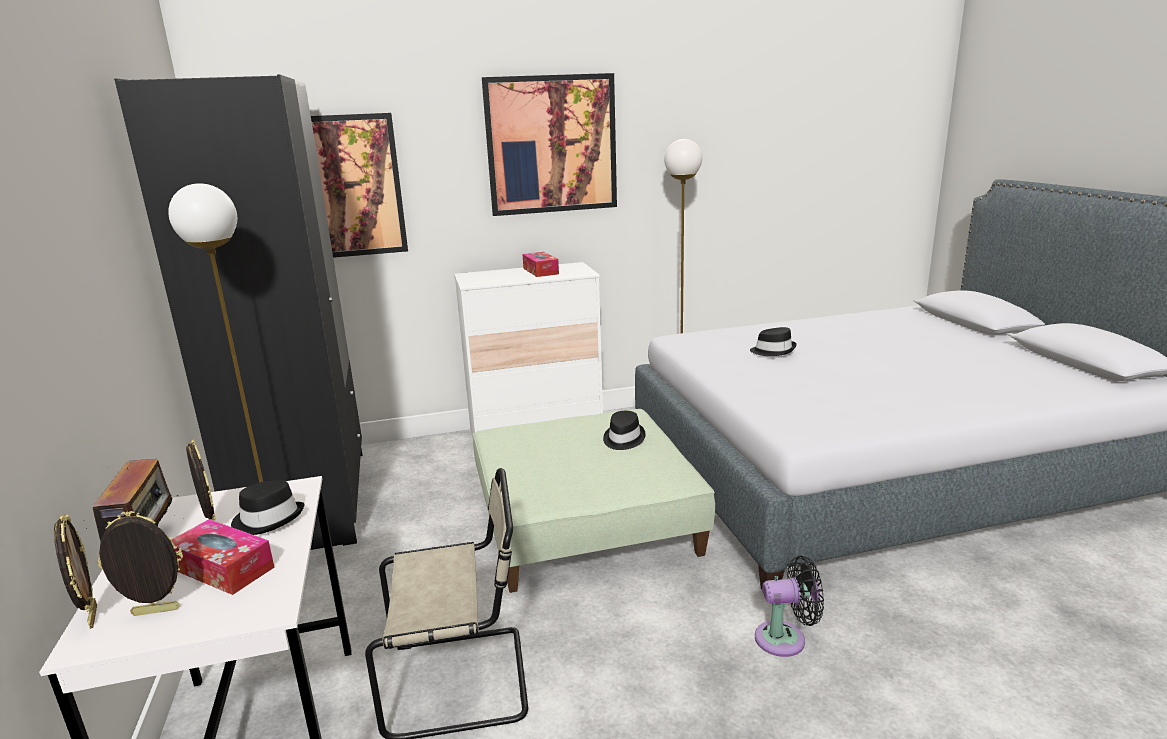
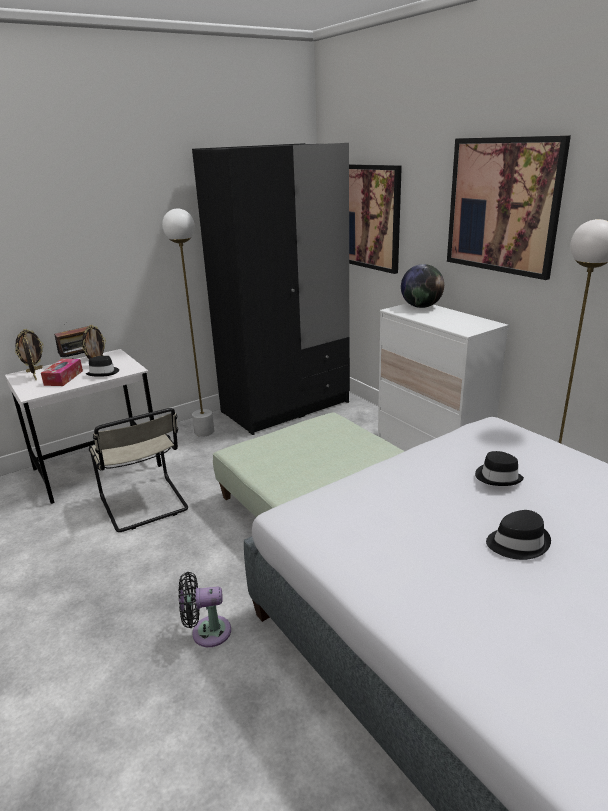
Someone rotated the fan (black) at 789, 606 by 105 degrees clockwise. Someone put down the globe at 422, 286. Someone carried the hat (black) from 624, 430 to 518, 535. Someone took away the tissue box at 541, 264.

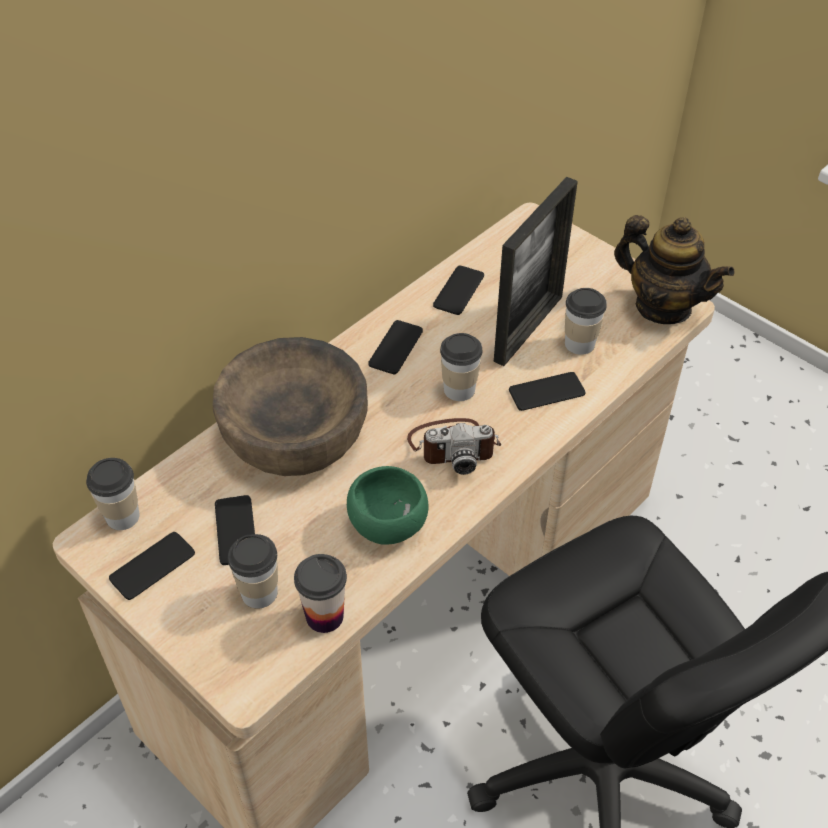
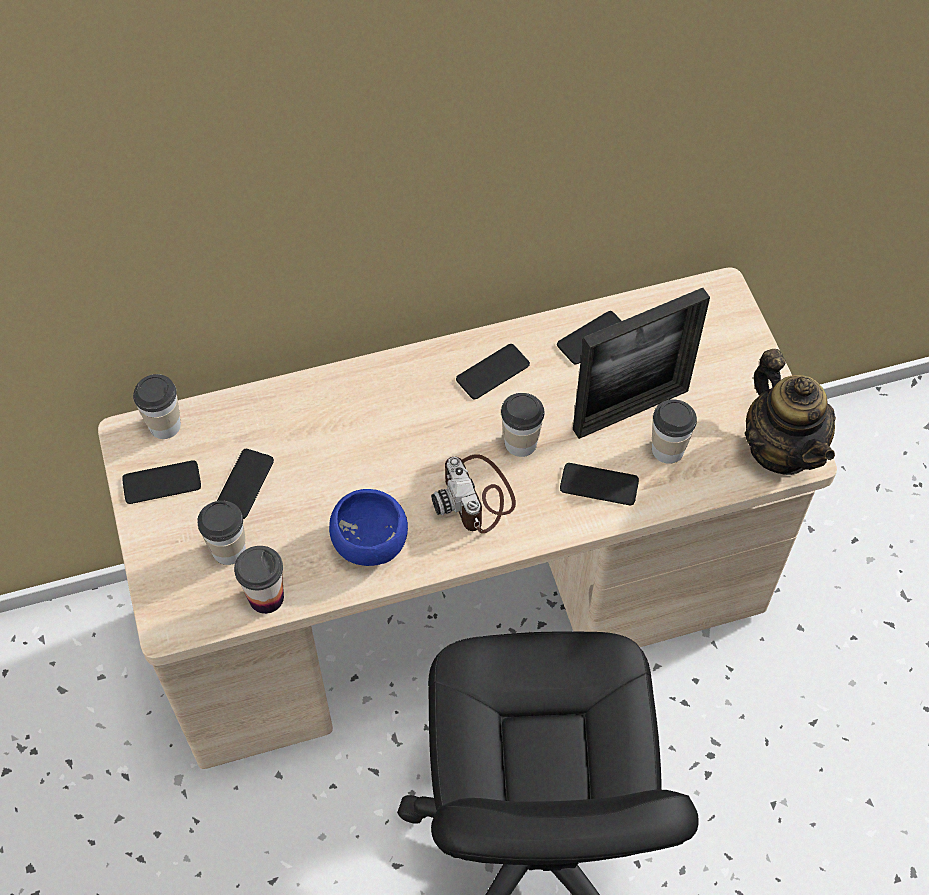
Someone repainted the bowl (green) at 387, 505, which became the bowl (blue) at 368, 527. Someone rotated the photo camera at 454, 446 by 45 degrees clockwise. Someone took away the bowl (brown) at 290, 406.

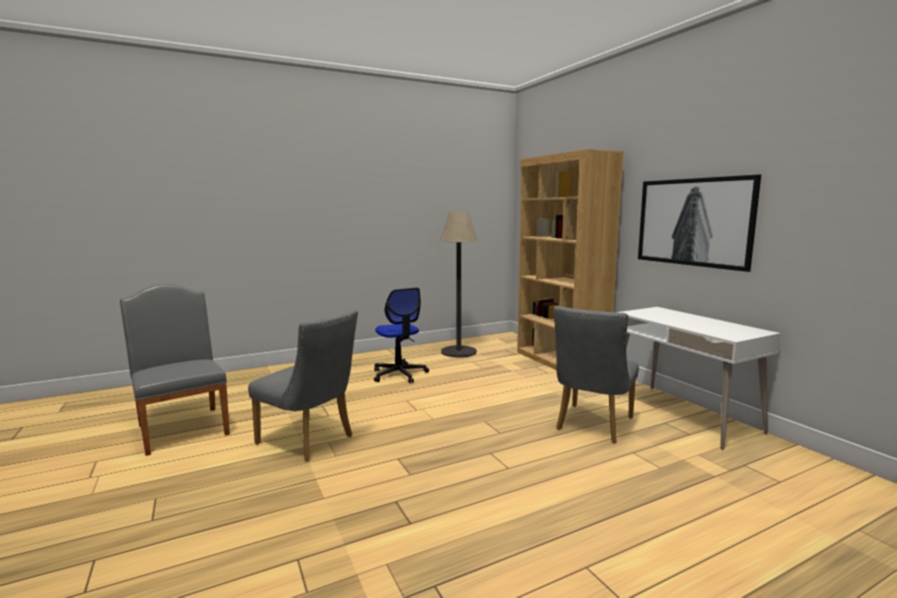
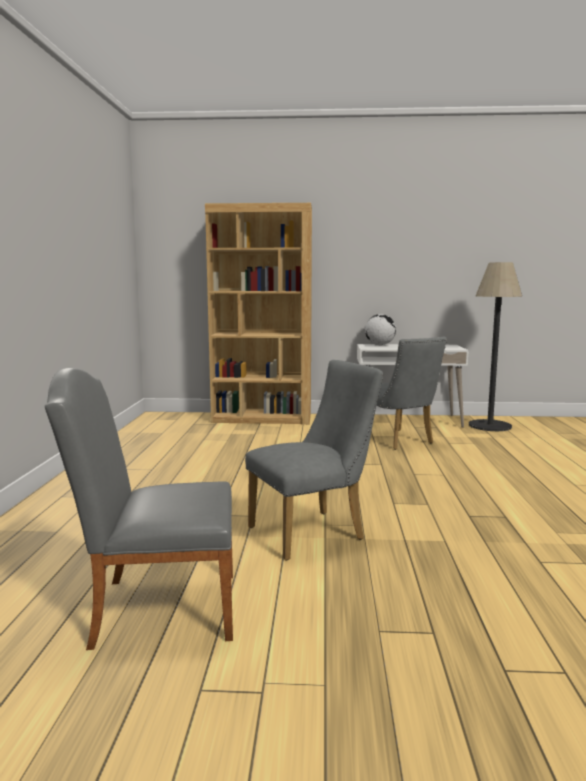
Someone put down the globe at 380, 329. Someone carried the floor lamp from 459, 285 to 495, 346. Someone took away the office chair at 401, 335. Someone took away the picture at 699, 223.

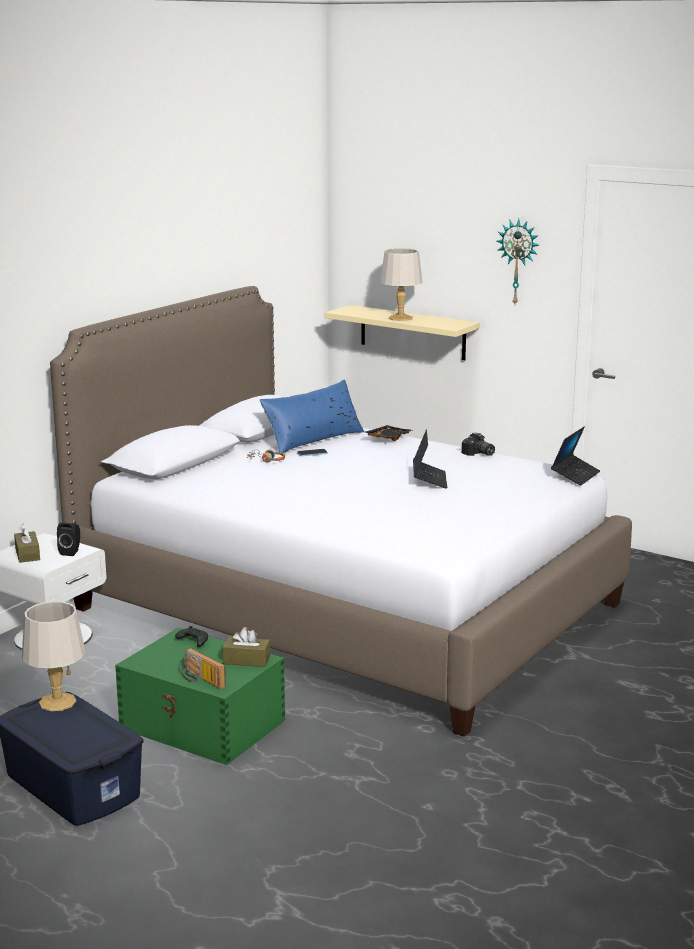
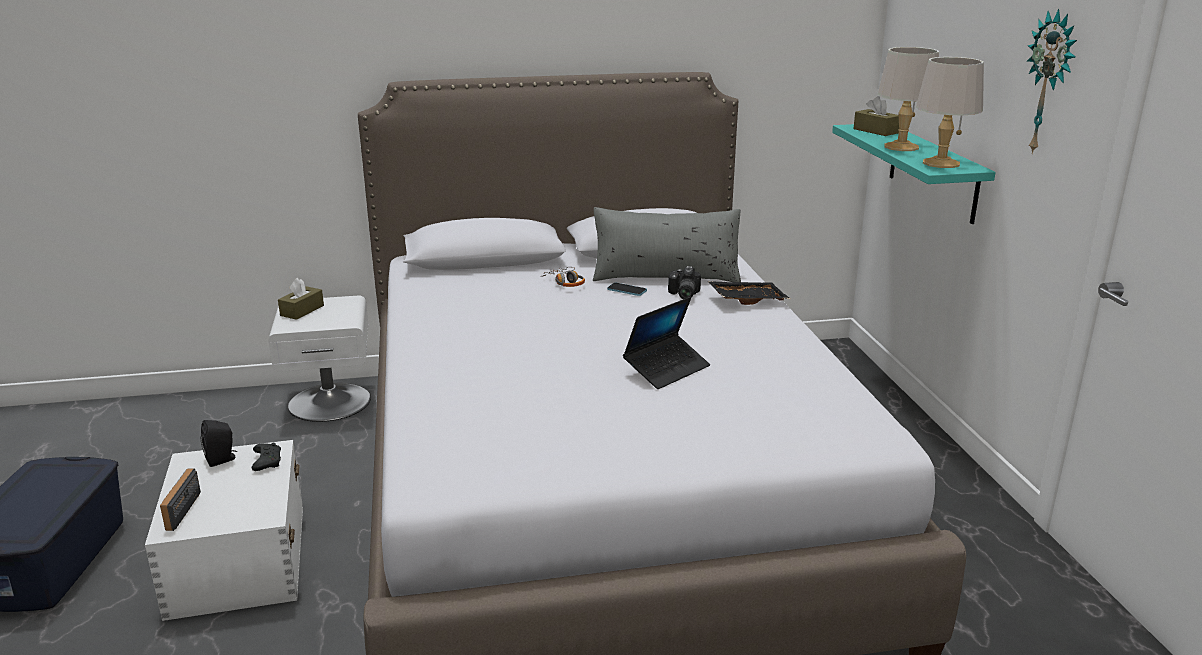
Someone repainted the storage box (green) at 200, 696, which became the storage box (white) at 224, 530. Someone carried the speaker (black) from 68, 539 to 219, 443. Someone repainted the pillow (blue) at 312, 416, which became the pillow (grey) at 667, 244. Someone carried the photo camera from 478, 444 to 684, 282. Someone repainted the shelf (beige) at 402, 332, which became the shelf (turquoise) at 914, 174. Someone carried the tissue box (brown) from 246, 647 to 876, 116. Someone carried the table lamp (grey) from 54, 656 to 950, 112. Someone took away the laptop at 575, 456.

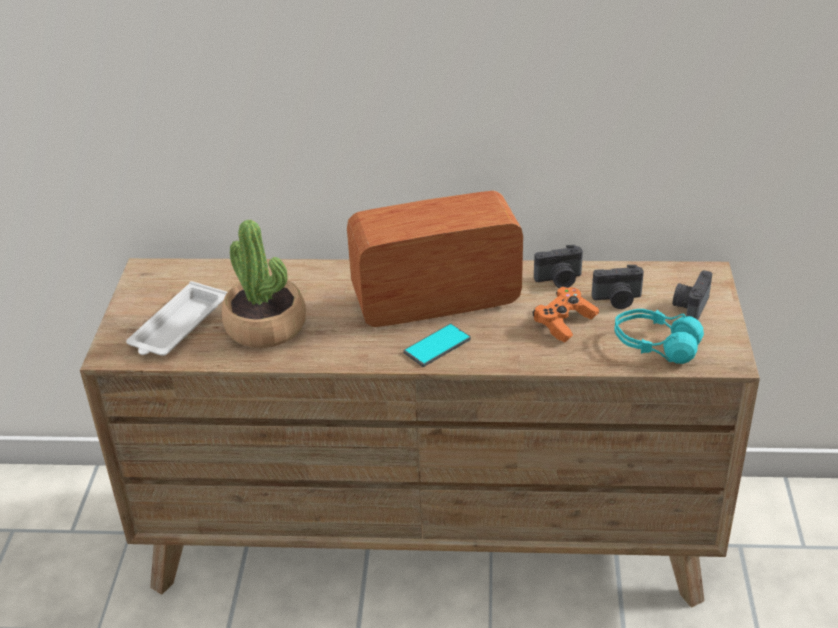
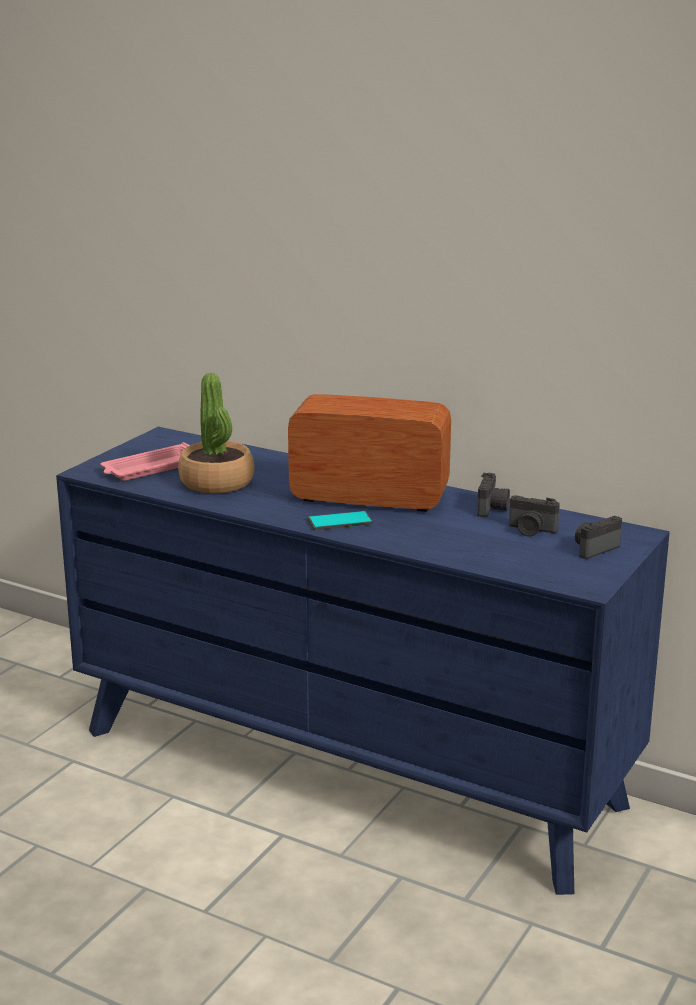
Someone repainted the dresser (brown) at 420, 433, which became the dresser (blue) at 363, 661. Someone repainted the tray (white) at 176, 318, which became the tray (pink) at 145, 461. Someone rotated the photo camera at 558, 266 by 90 degrees counterclockwise. Someone took away the game controller (orange) at 566, 314. Someone took away the headphones (turquoise) at 659, 336.

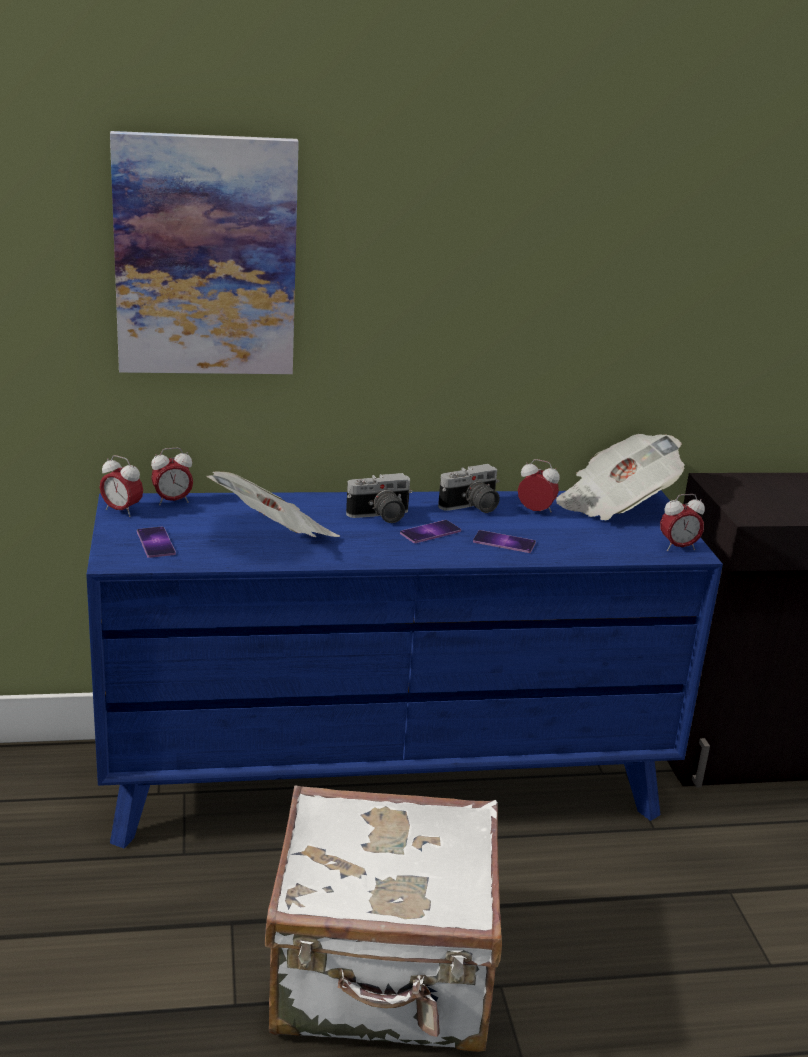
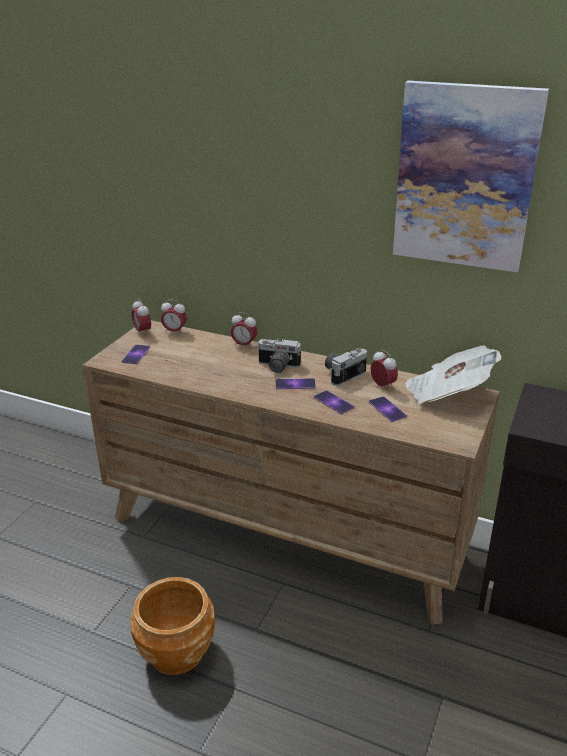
Someone repainted the dresser (blue) at 404, 669, which became the dresser (brown) at 291, 472. Someone swapped the suitcase (white) at 383, 918 for the planter (brown) at 172, 626. Someone carried the alarm clock from 682, 522 to 244, 330. Someone rotated the photo camera at 469, 488 by 135 degrees clockwise. Someone put down the phone at 388, 409. Someone carried the picture from 204, 252 to 471, 176. Someone took away the newspaper at 273, 504.

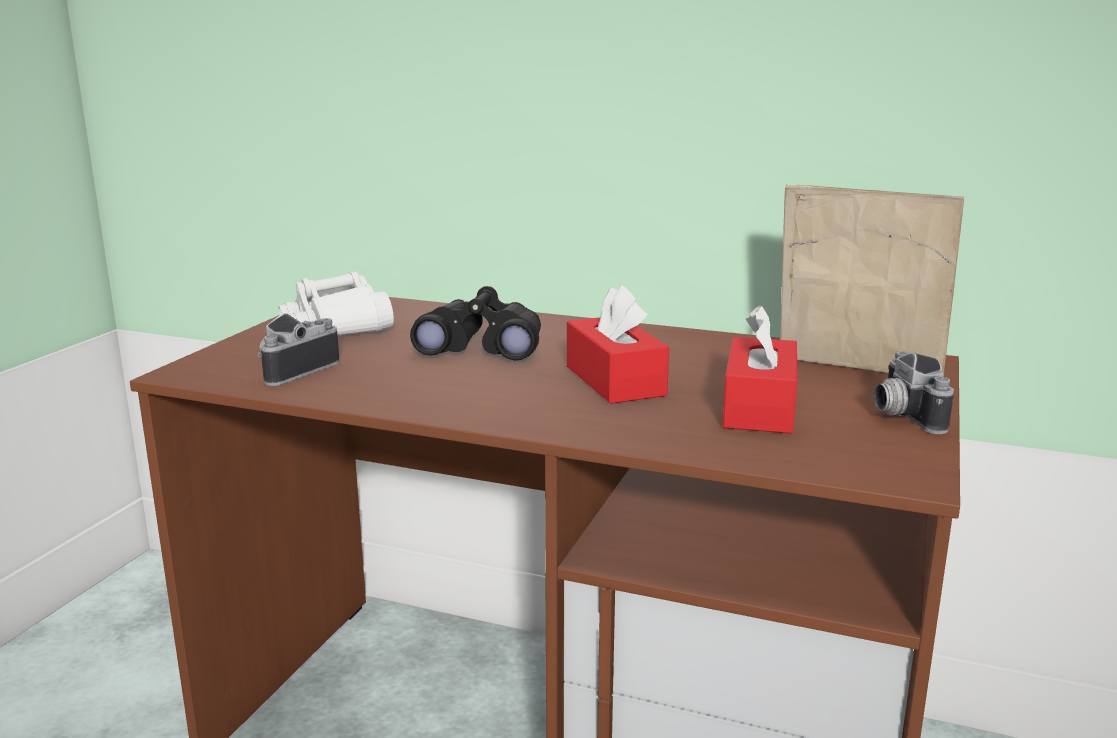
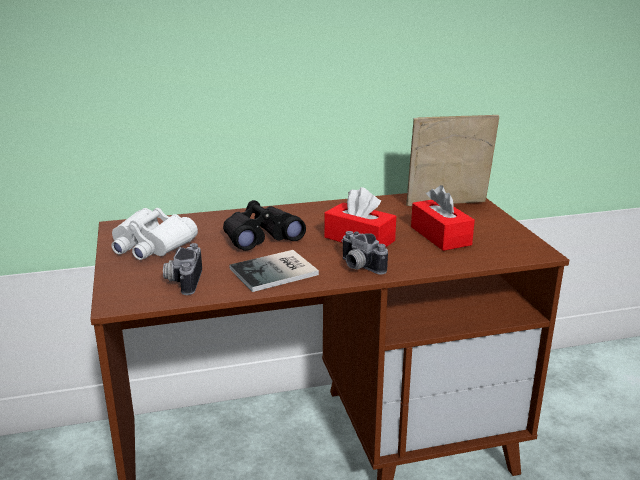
Someone put down the book at 274, 271. Someone carried the photo camera from 914, 392 to 364, 252.

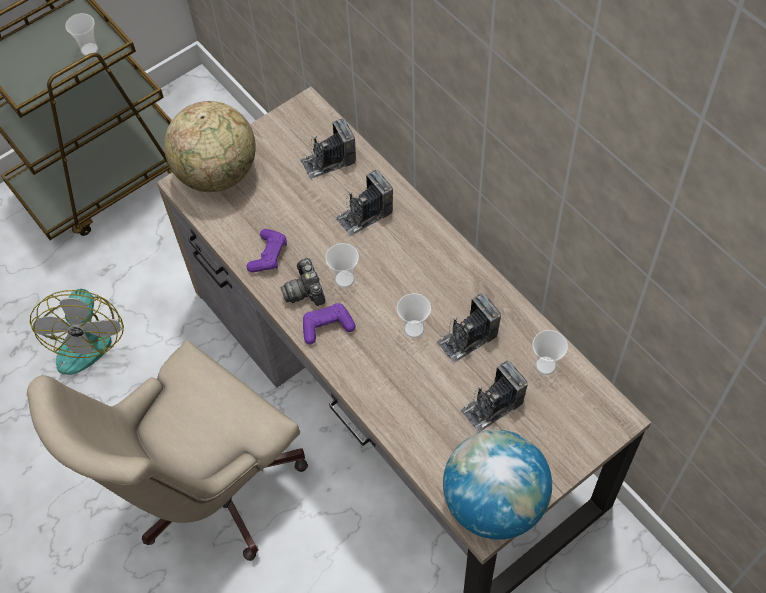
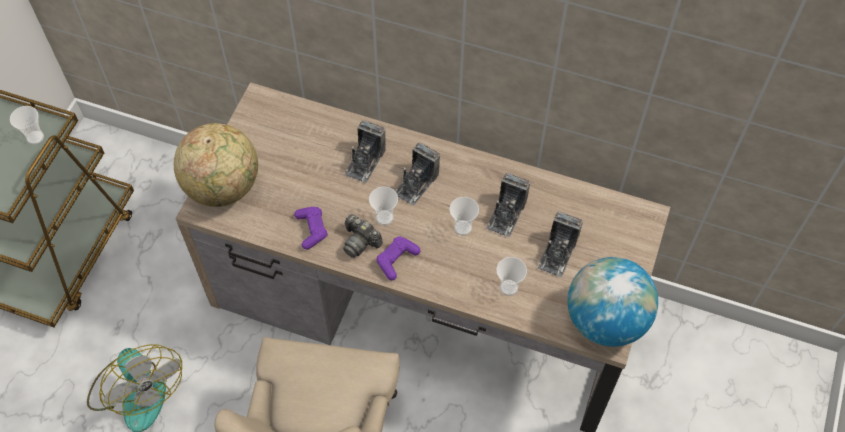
Someone carried the photo camera from 328, 149 to 417, 174. Someone carried the cup from 550, 352 to 512, 276.

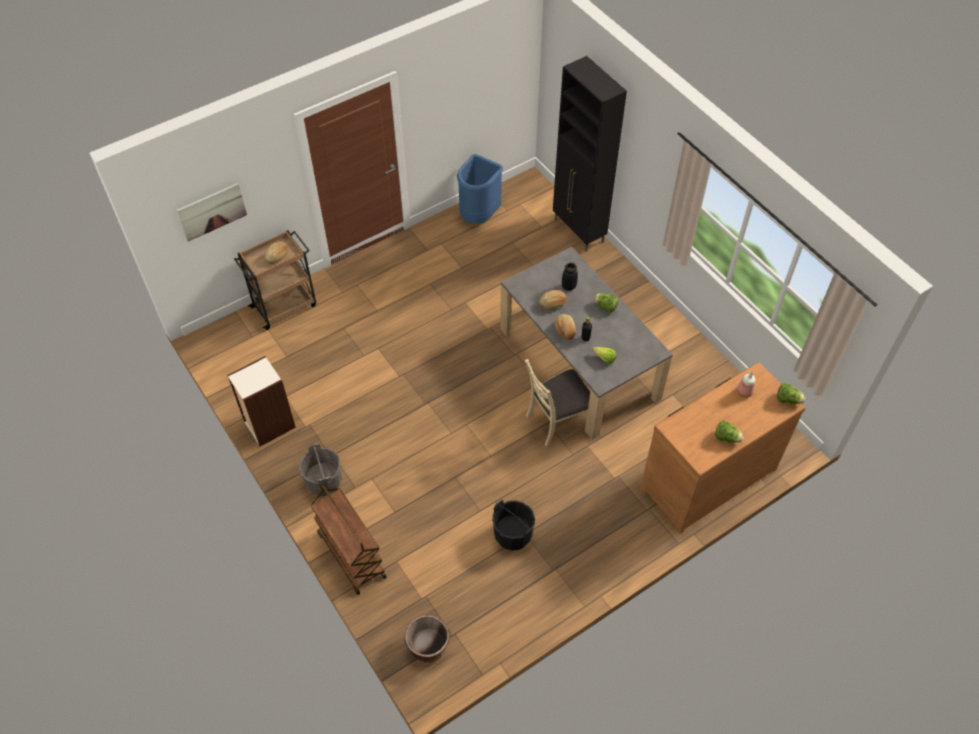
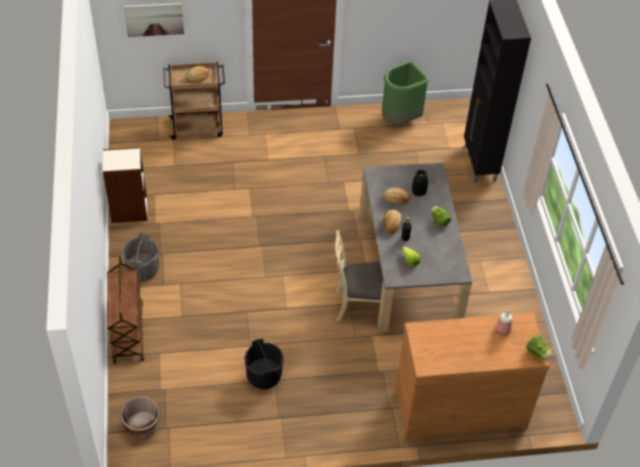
Someone repainted the trash can (blue) at 480, 189, which became the trash can (green) at 405, 92. Someone took away the lettuce at 729, 431.

